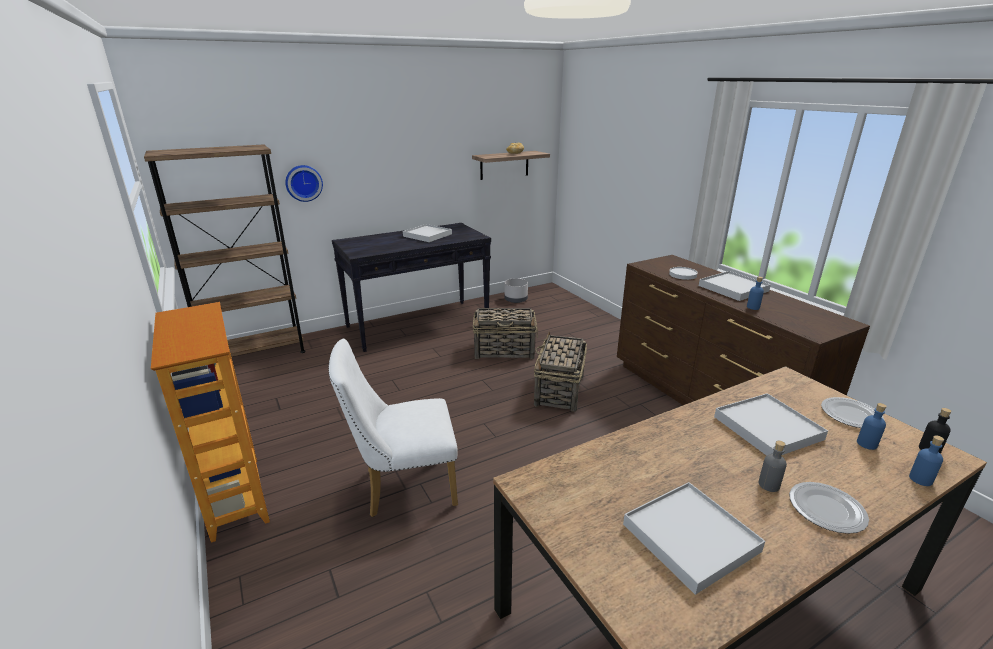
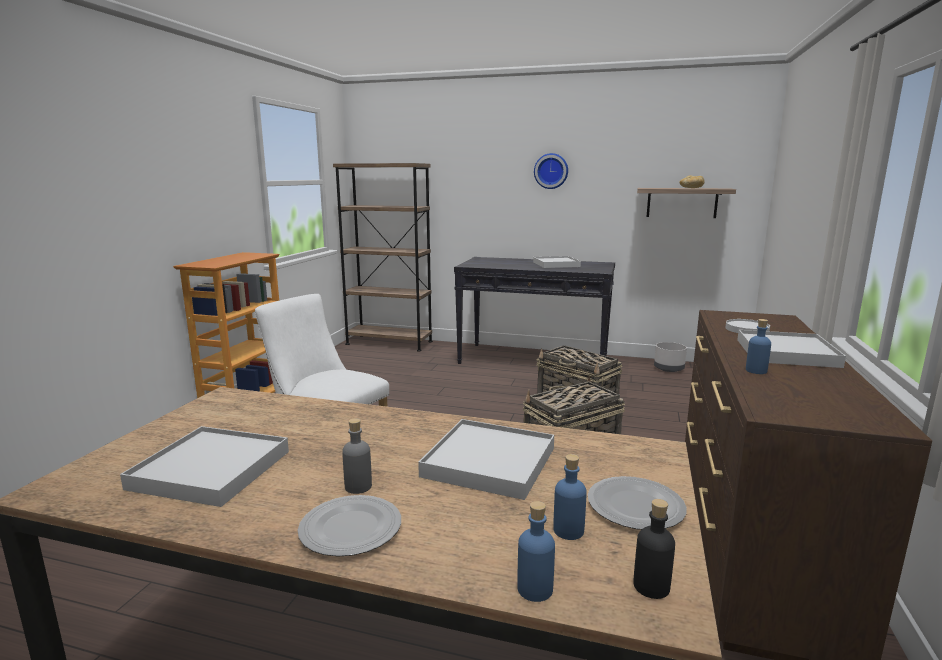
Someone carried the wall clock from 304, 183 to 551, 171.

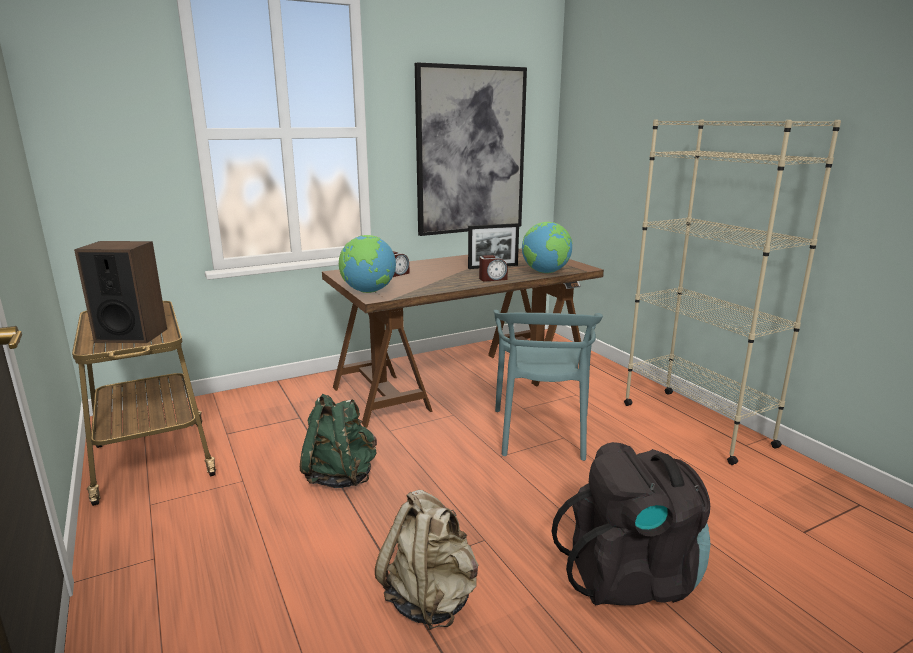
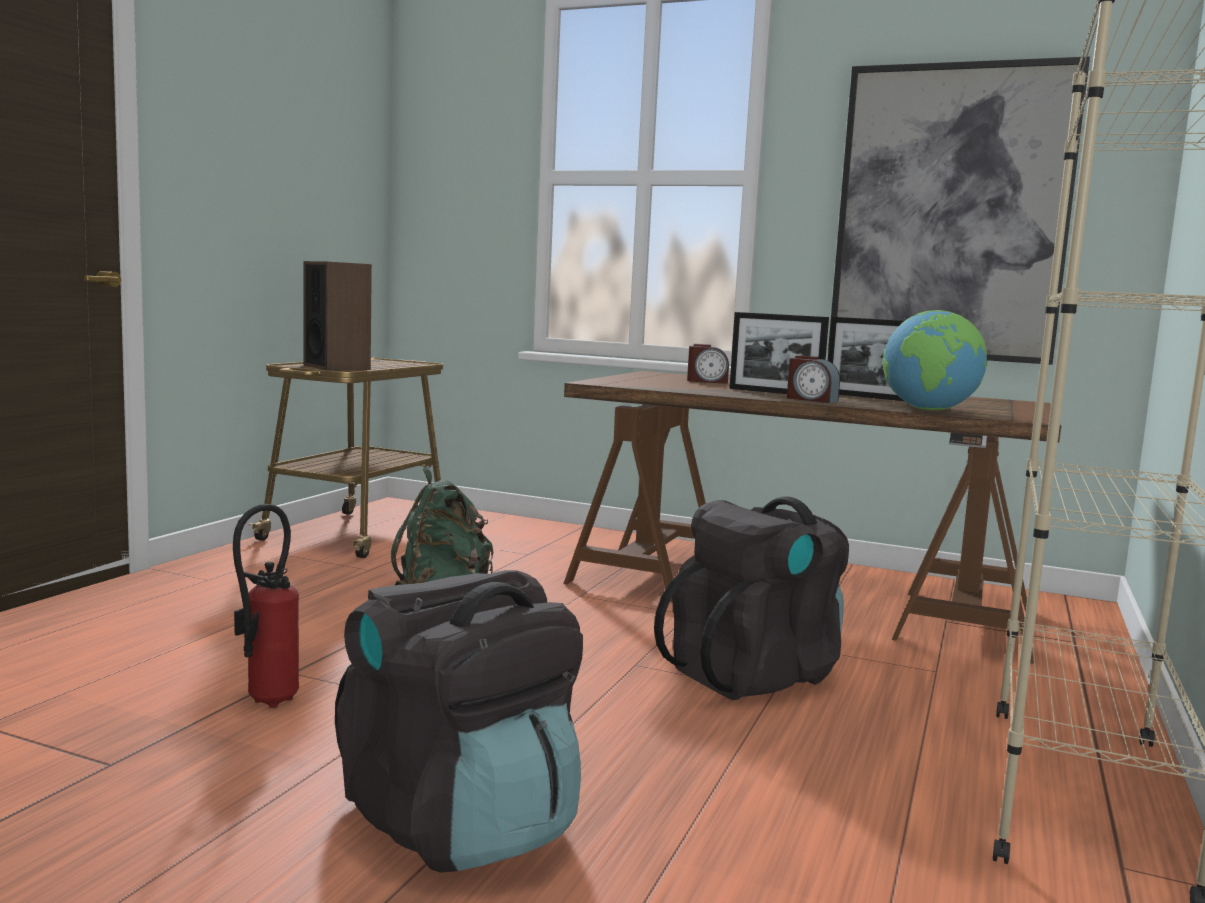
Someone swapped the backpack (beige) at 426, 560 for the fire extinguisher at 266, 606. Someone swapped the chair (turquoise) at 548, 385 for the backpack (black) at 751, 598. Someone put down the picture frame at 779, 353. Someone took away the globe at 367, 264.

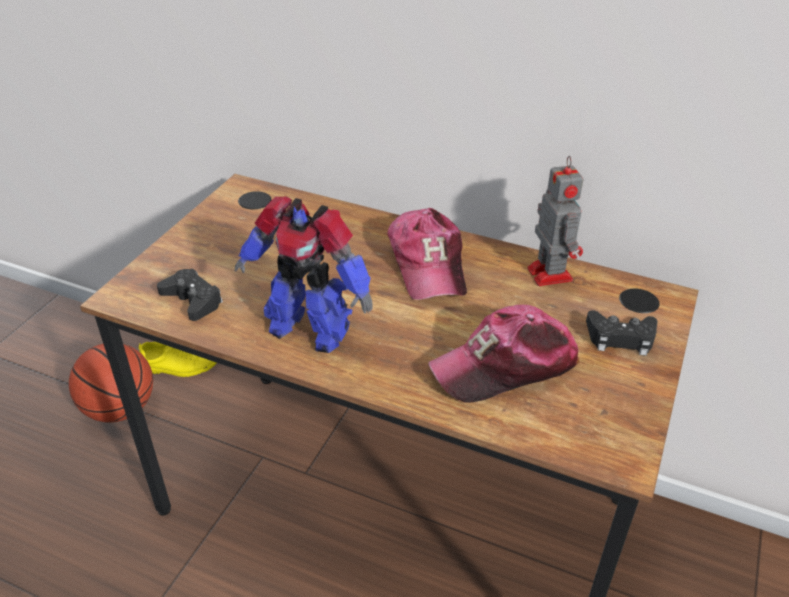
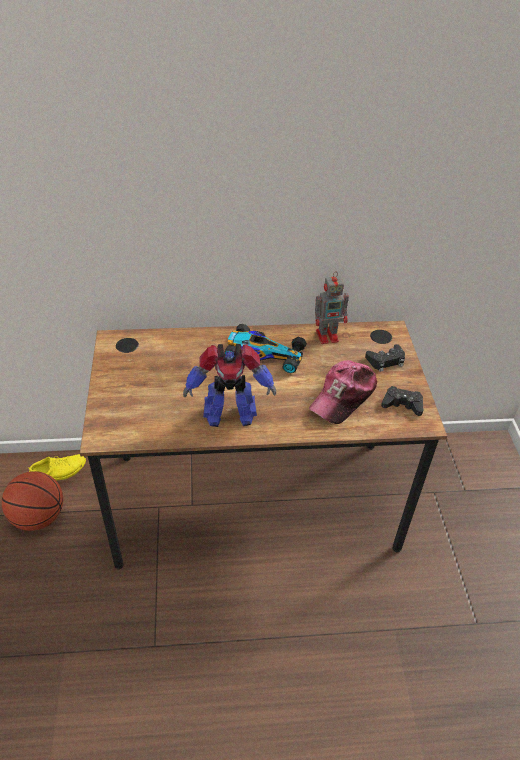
Someone swapped the cap at 427, 254 for the toy car at 266, 348. Someone rotated the toy robot at 555, 221 by 120 degrees clockwise. Someone carried the game controller (black) from 190, 294 to 402, 401.

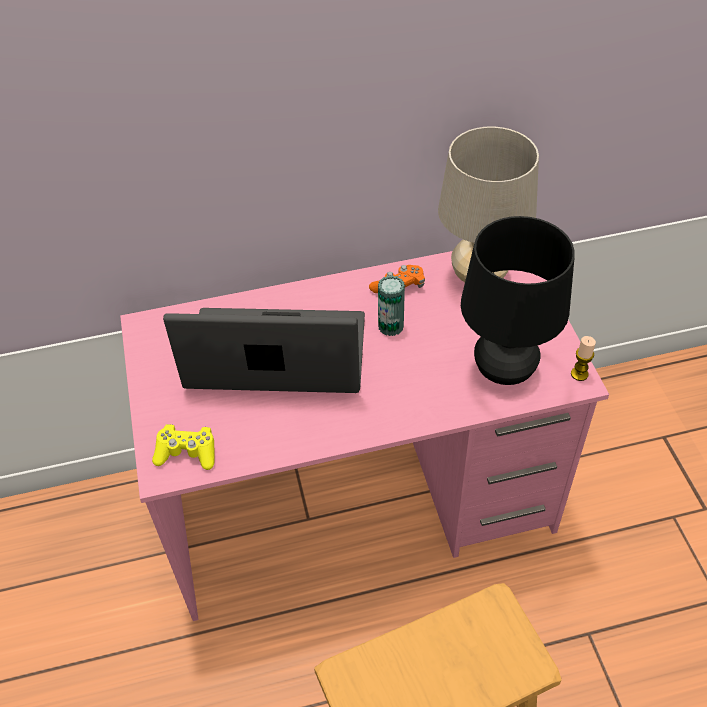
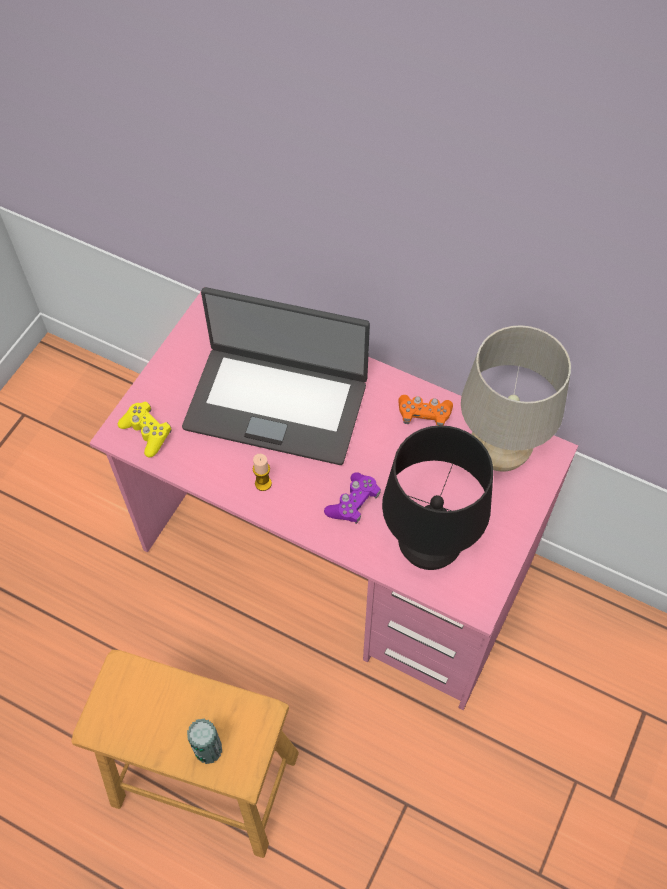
Someone rotated the laptop at 264, 350 by 150 degrees clockwise. Someone carried the can from 391, 305 to 204, 741. Someone carried the candle from 583, 358 to 262, 472. Someone put down the game controller (purple) at 352, 498.

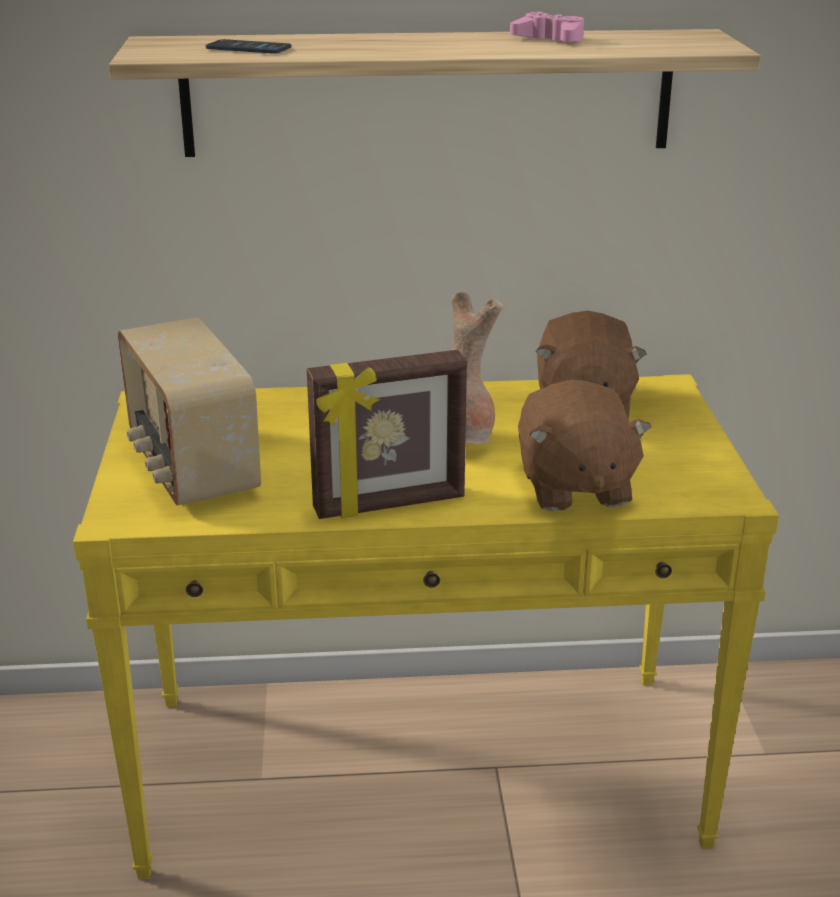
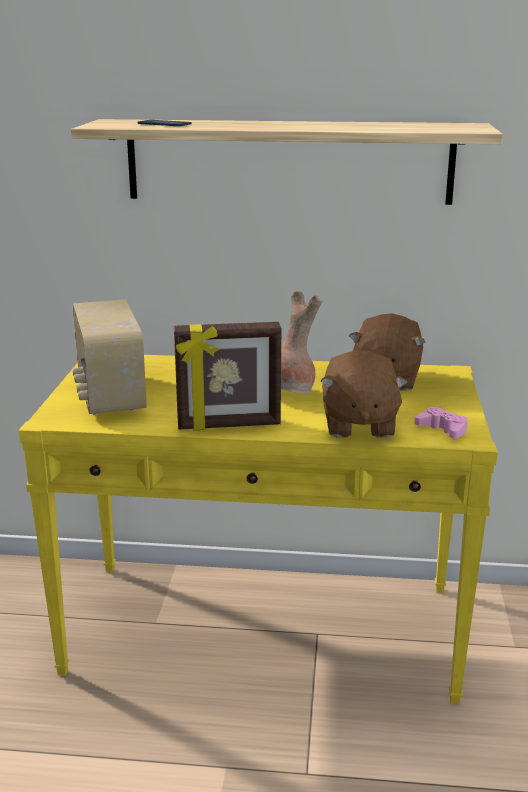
Someone carried the game controller (pink) from 547, 27 to 441, 422.

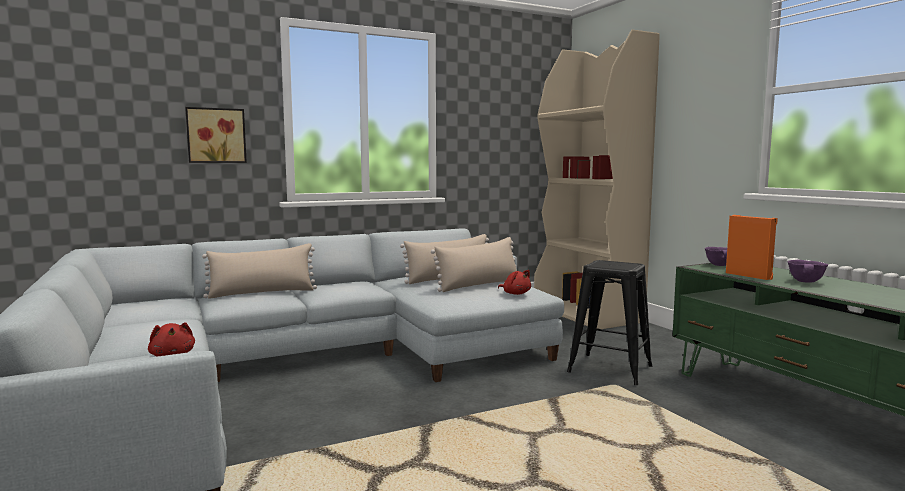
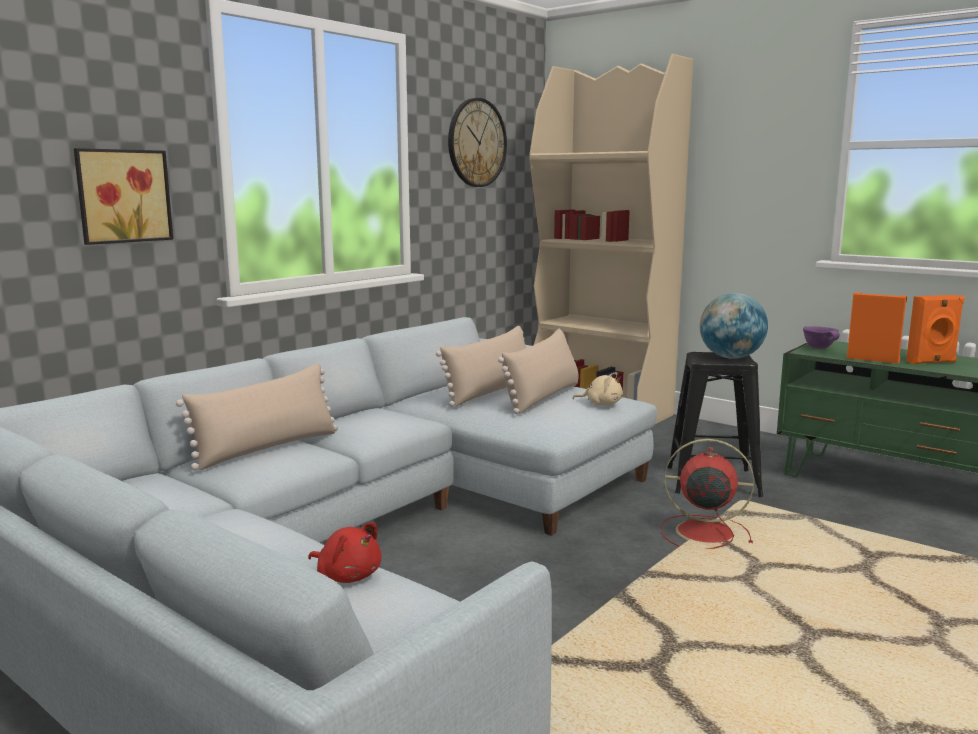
Someone put up the wall clock at 477, 142. Someone repainted the plush toy (red) at 514, 282, which became the plush toy (beige) at 597, 389. Someone put down the fan (red) at 707, 494. Someone put down the globe at 734, 326. Someone swapped the bowl (purple) at 808, 271 for the speaker (orange) at 935, 329.

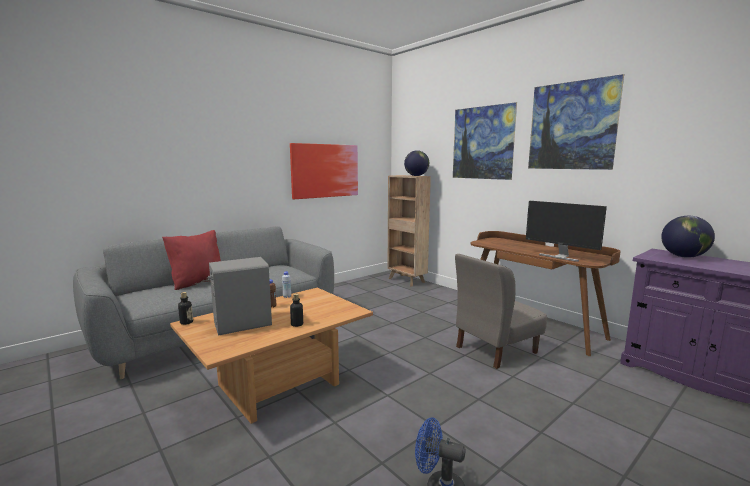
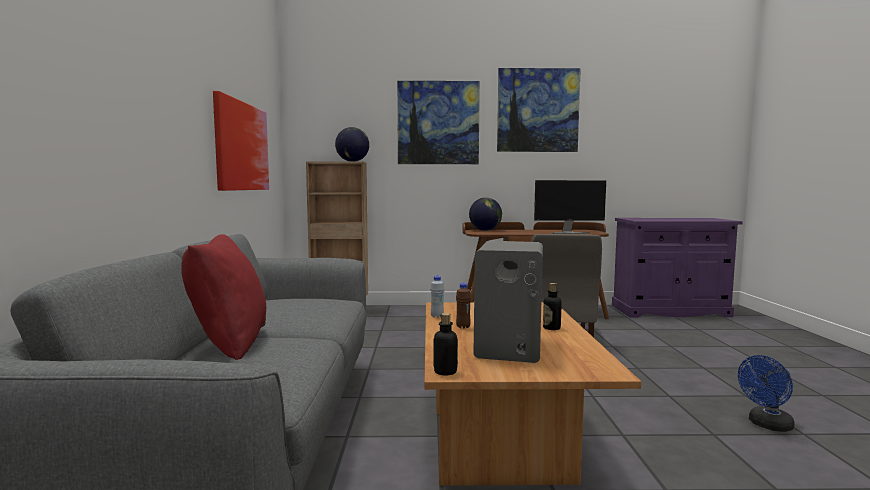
Someone carried the globe from 688, 237 to 485, 214.

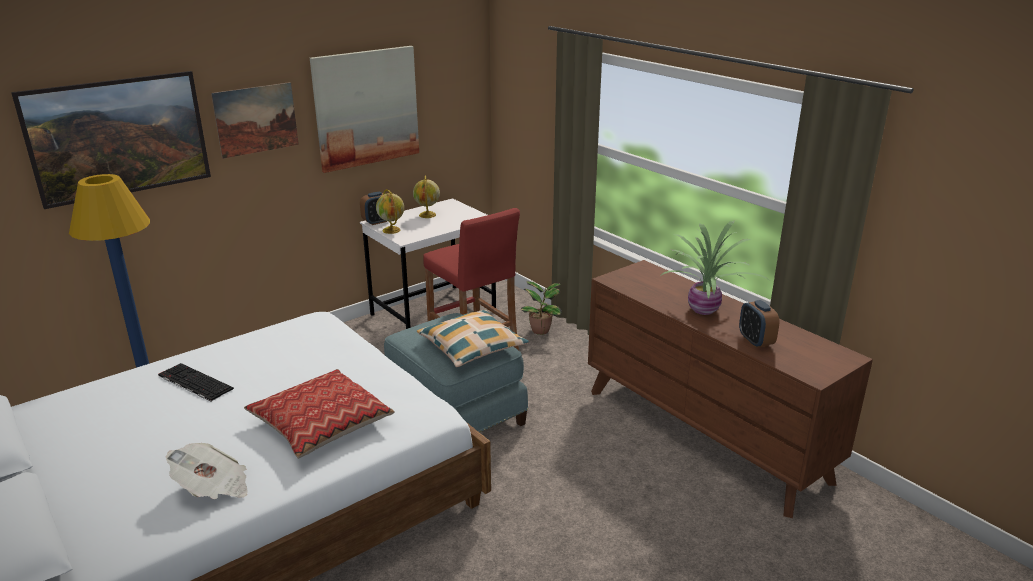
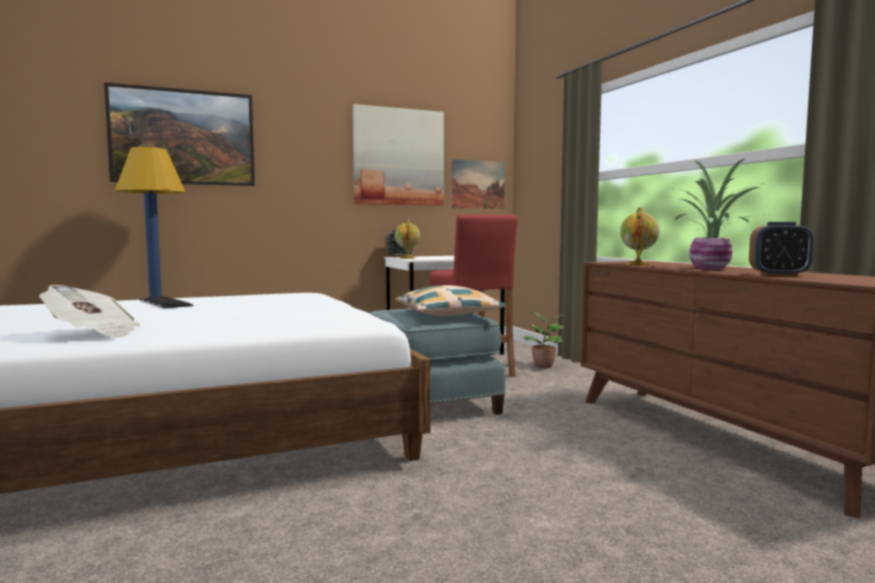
Someone carried the picture from 255, 120 to 478, 184. Someone carried the globe from 426, 196 to 640, 236. Someone rotated the alarm clock at 759, 324 by 75 degrees counterclockwise. Someone took away the pillow at 319, 414.

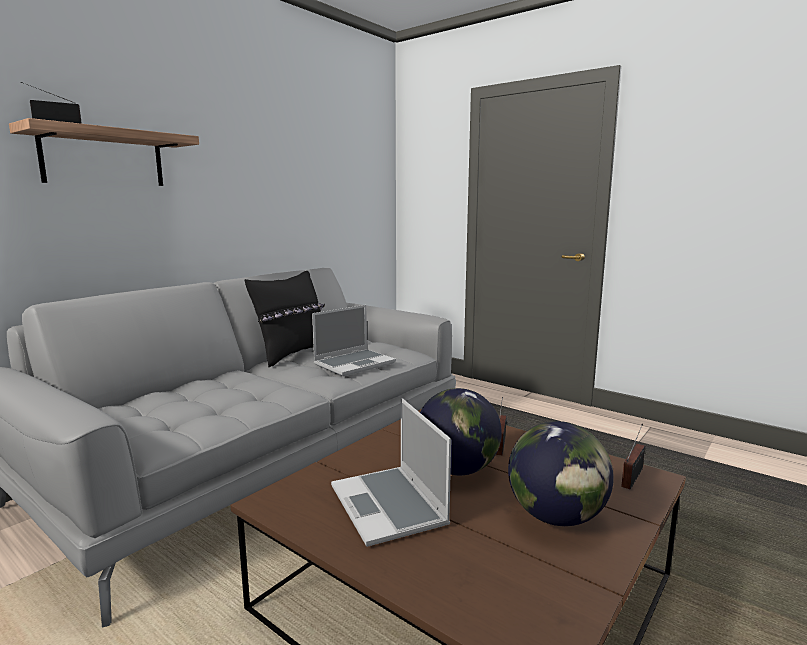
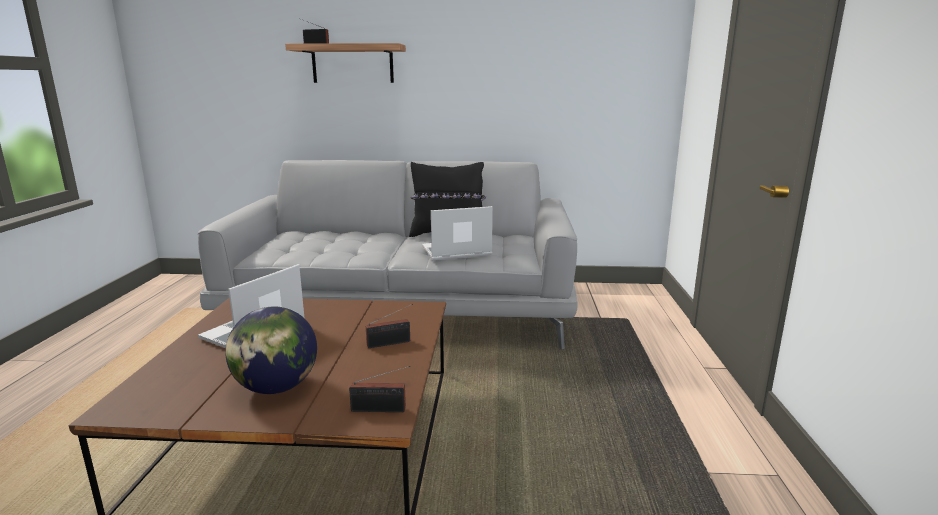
Someone rotated the laptop at 354, 340 by 150 degrees clockwise. Someone took away the globe at 461, 431.

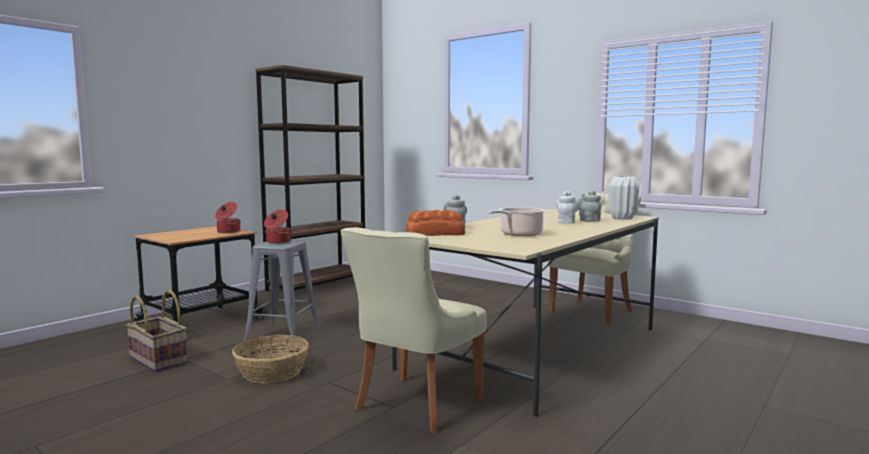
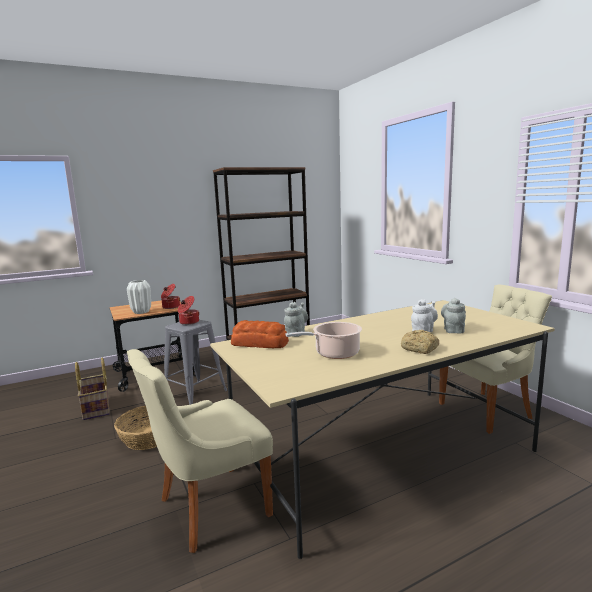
Someone carried the vase (white) from 624, 198 to 139, 297. Someone put down the bread at 420, 341.

